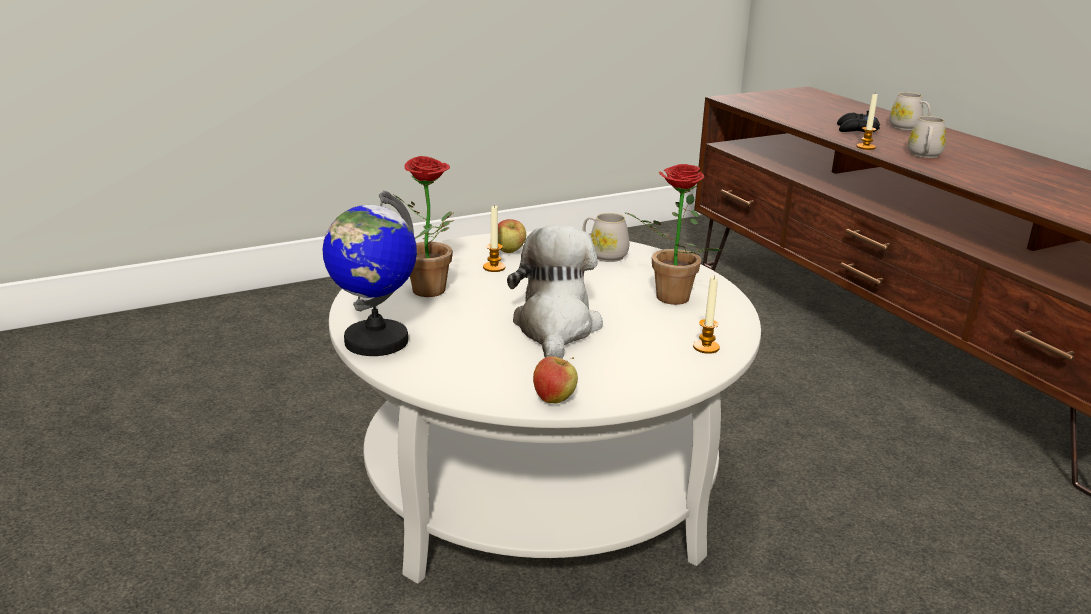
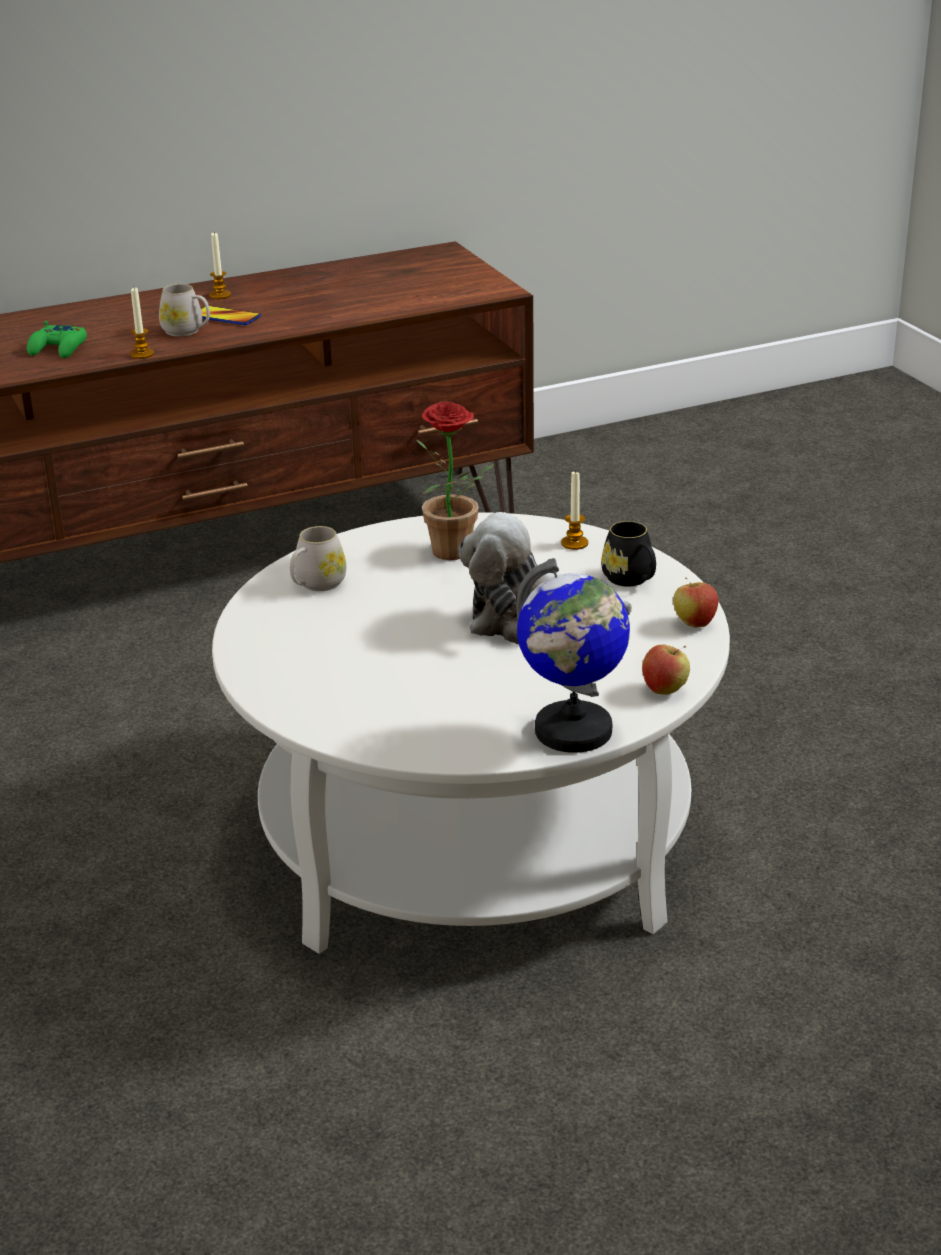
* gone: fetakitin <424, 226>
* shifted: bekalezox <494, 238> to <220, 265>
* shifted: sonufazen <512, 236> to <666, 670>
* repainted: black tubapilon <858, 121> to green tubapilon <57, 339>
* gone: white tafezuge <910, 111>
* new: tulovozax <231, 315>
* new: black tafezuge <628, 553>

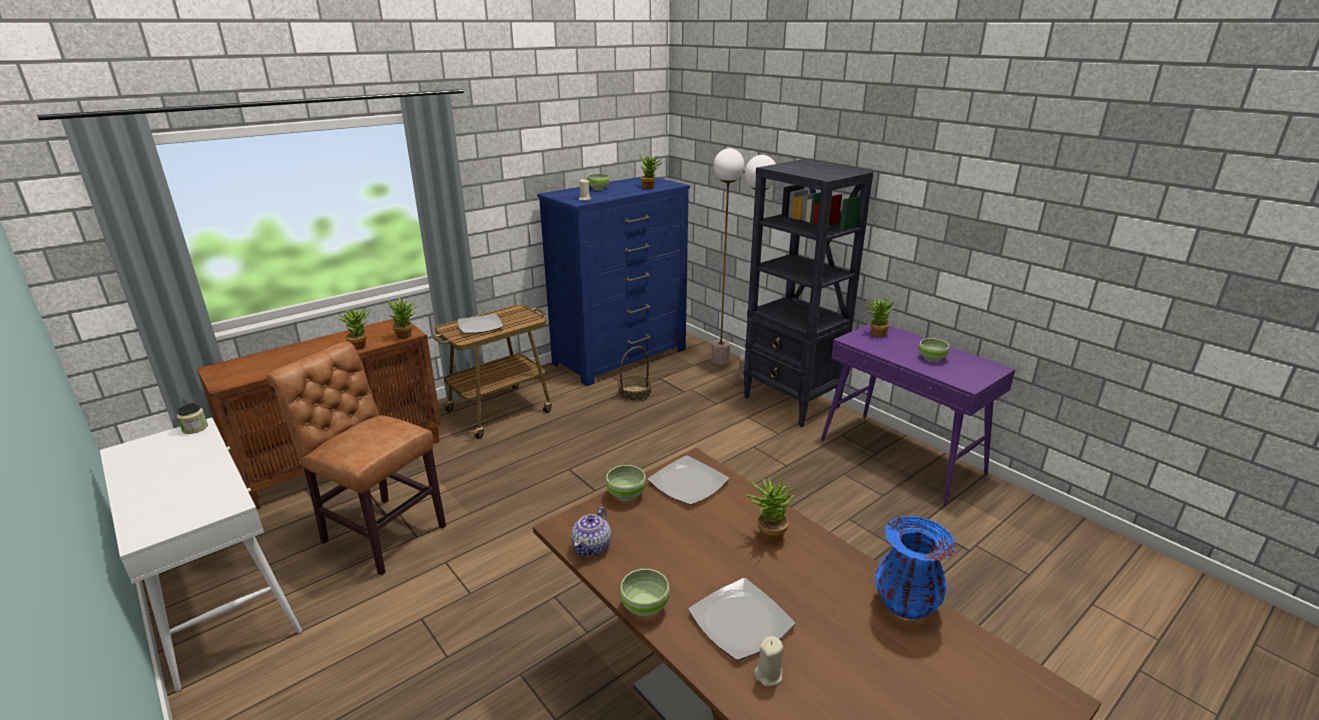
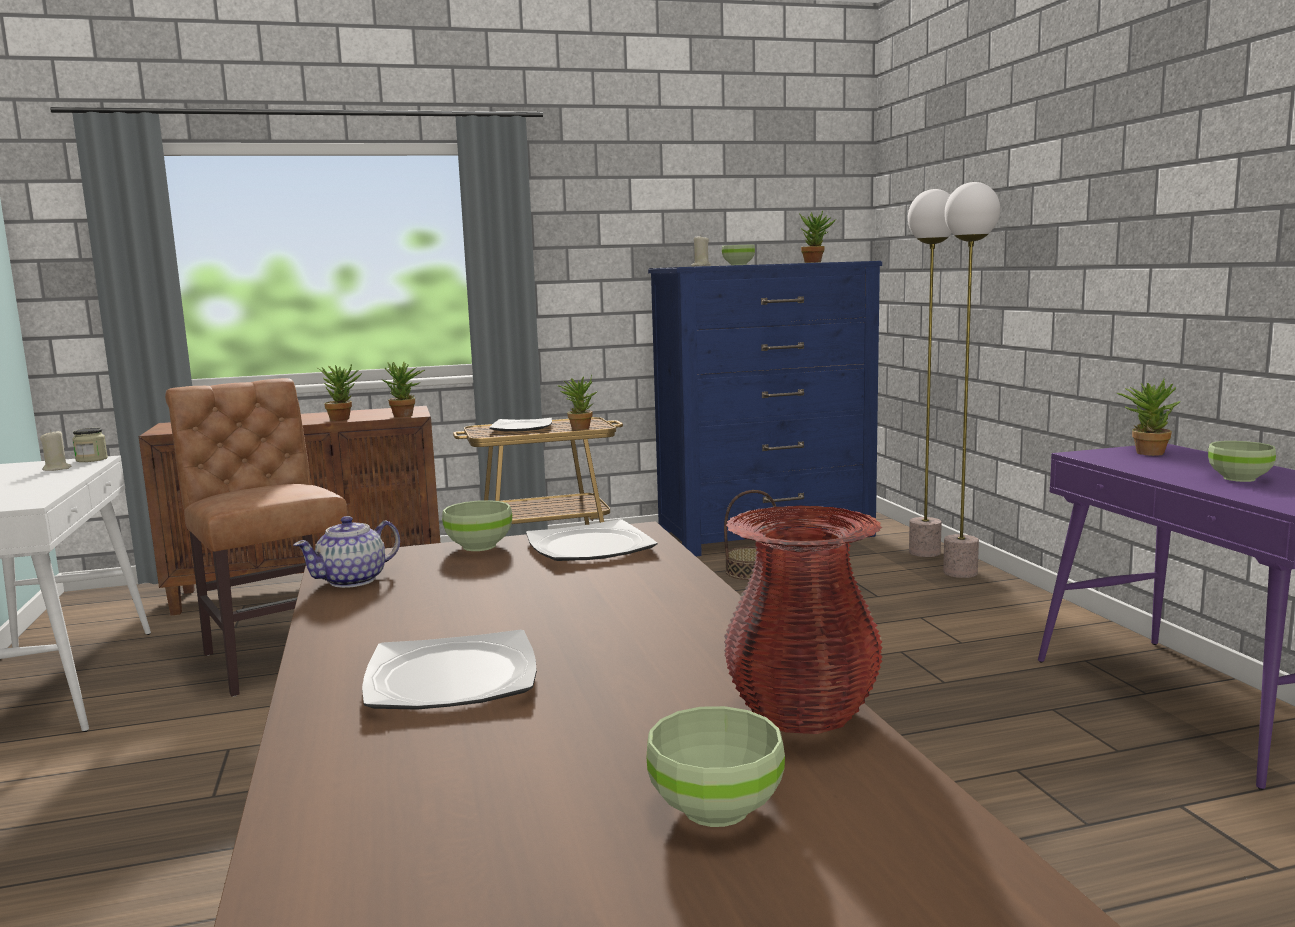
* shifted: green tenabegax <645, 592> to <715, 766>
* gone: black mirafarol <808, 293>
* shifted: fetakitin <770, 509> to <577, 402>
* shifted: beige bekalezox <768, 661> to <55, 450>
* repainted: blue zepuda <915, 568> to red zepuda <803, 620>

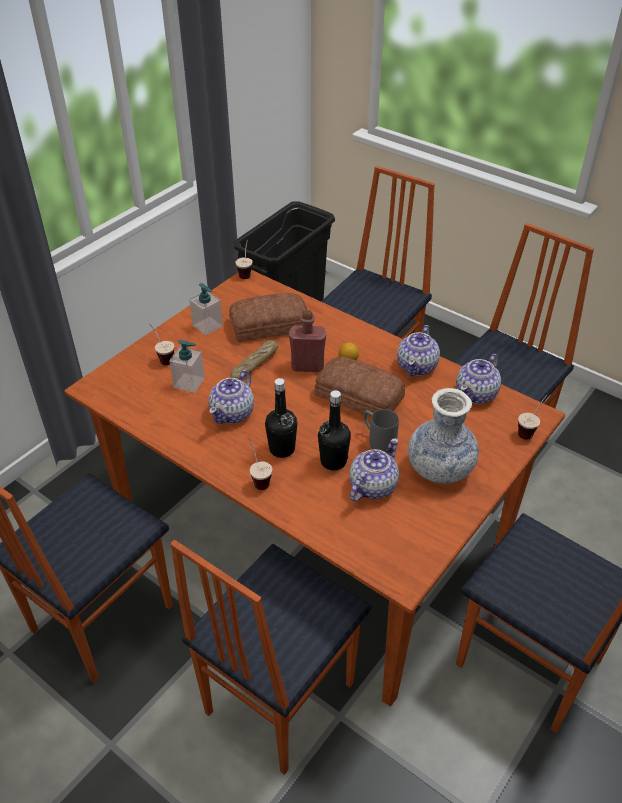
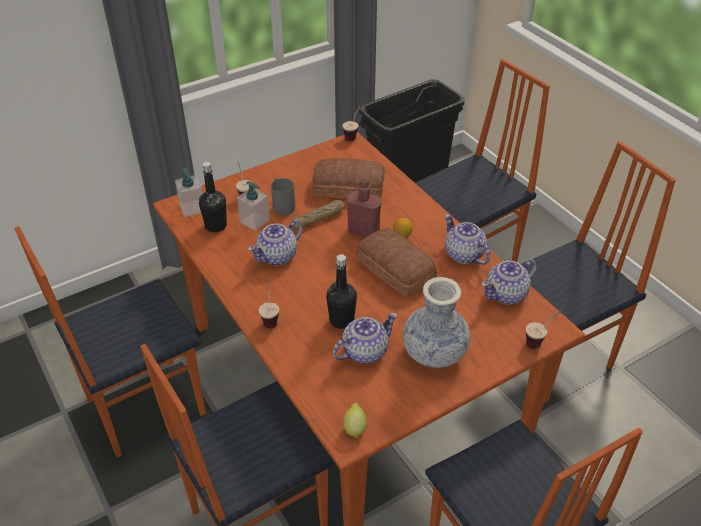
* shifted: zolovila <206, 309> to <188, 192>
* shifted: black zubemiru <281, 418> to <213, 197>
* shifted: grey tafezuge <381, 430> to <283, 196>
* rotated: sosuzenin <418, 350> = <467, 239> 105 degrees clockwise
* new: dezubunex <355, 420>

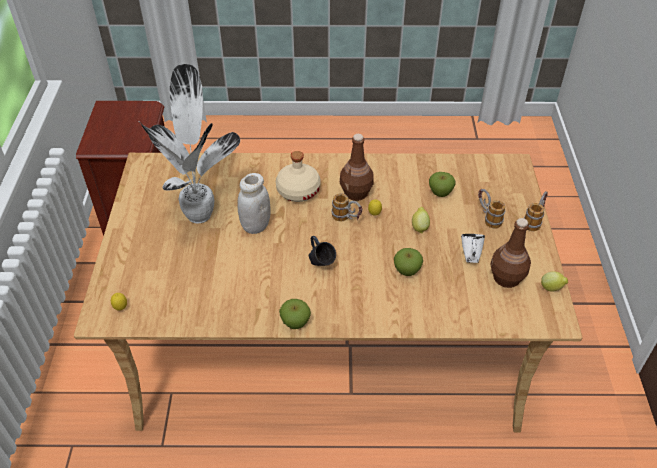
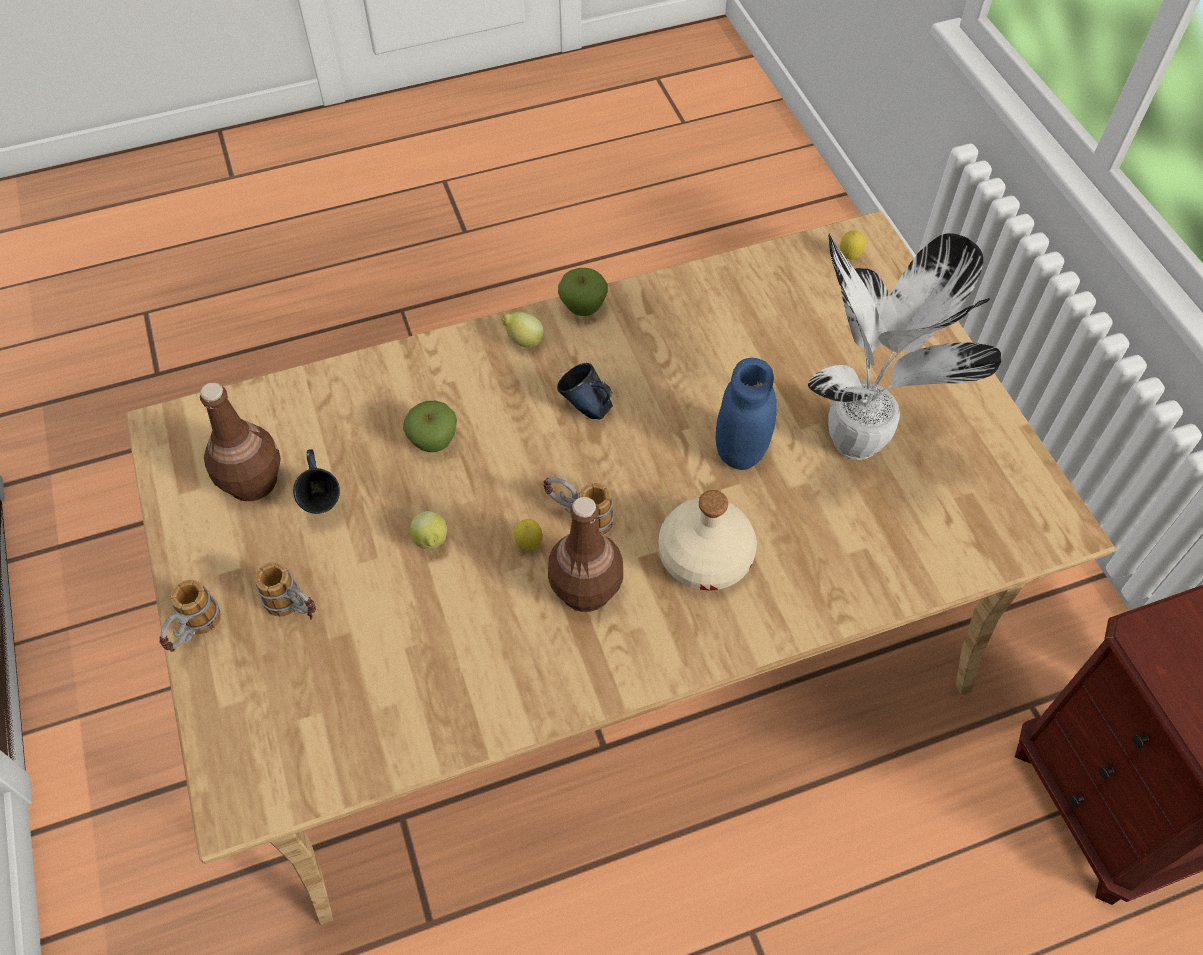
* repainted: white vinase <254, 203> to blue vinase <746, 414>
* gone: sonufazen <442, 184>
* repainted: white tafezuge <473, 248> to blue tafezuge <316, 481>
* shifted: dezubunex <554, 281> to <522, 330>

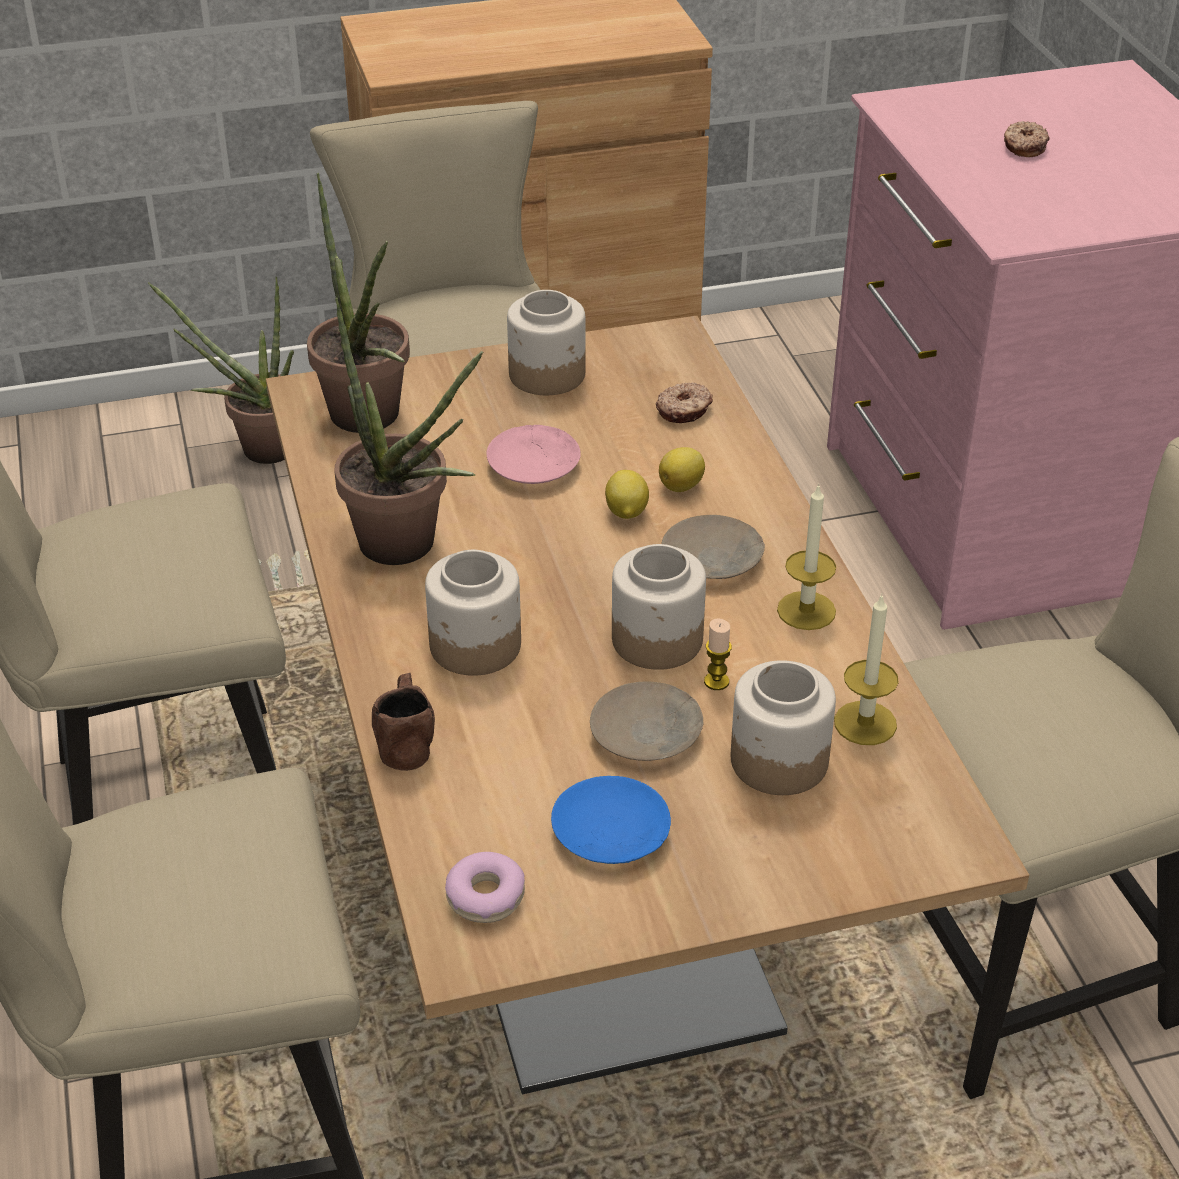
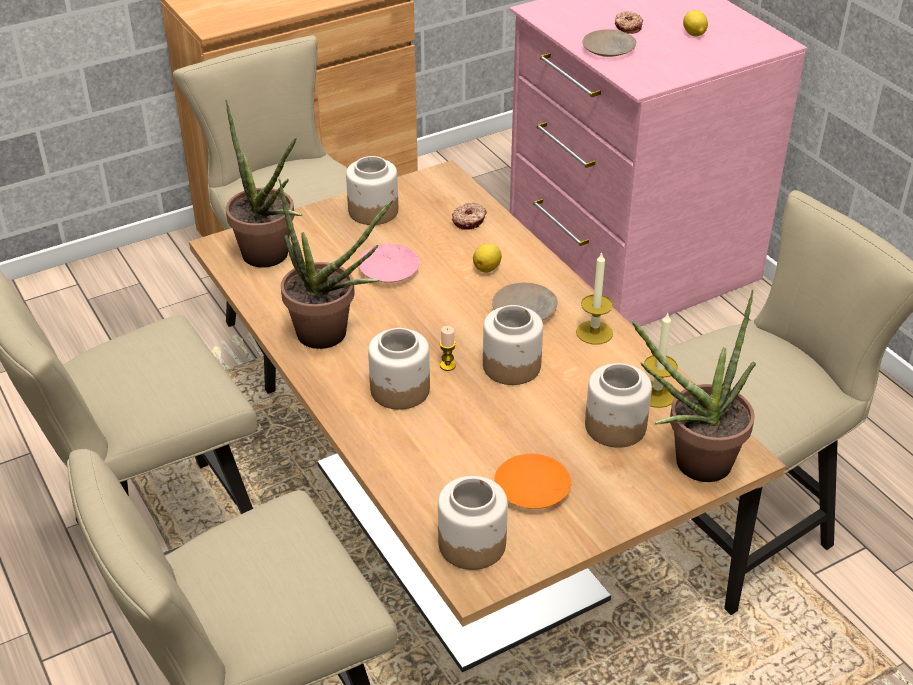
* shifted: fetakitin <221, 370> to <694, 386>
* gone: brown tafezuge <403, 722>
* swapped: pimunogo <485, 887> to vinase <473, 523>
* repainted: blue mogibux <611, 820> to orange mogibux <533, 481>
* shifted: beige mogibux <646, 721> to <609, 43>
* shifted: dezubunex <627, 494> to <695, 23>
* shifted: bekalezox <718, 654> to <448, 348>

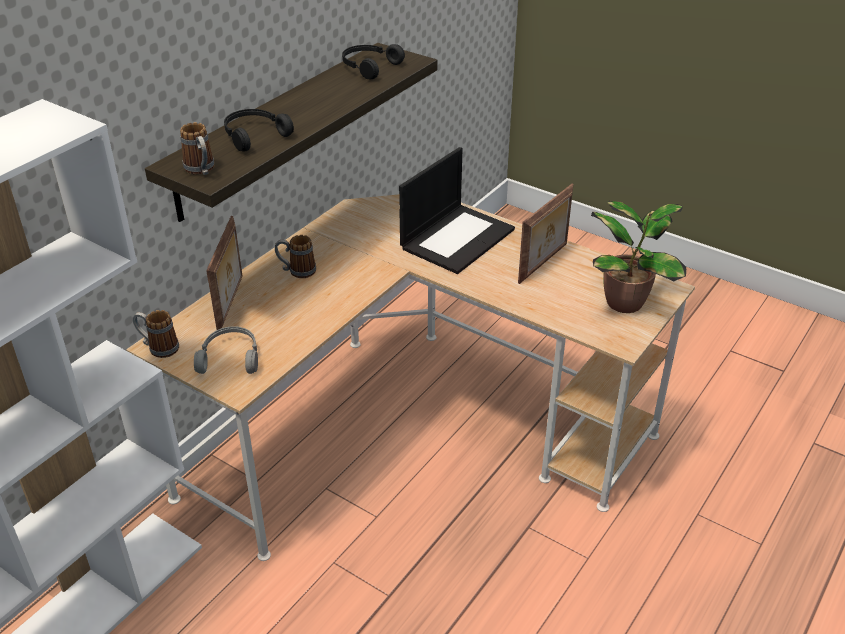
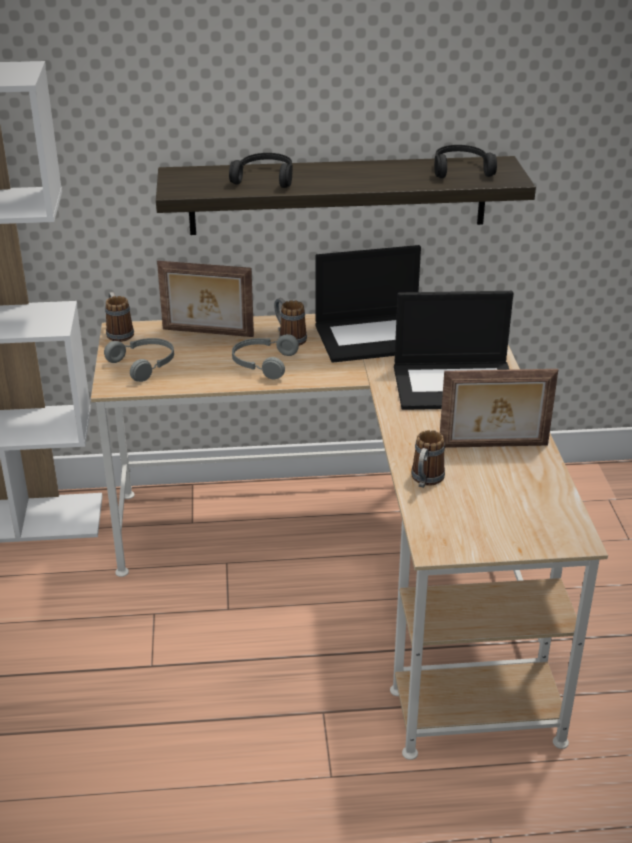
* shifted: tafezuge <197, 148> to <428, 459>
* rotated: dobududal <224, 273> = <205, 299> 45 degrees clockwise
* gone: fetakitin <638, 257>
* new: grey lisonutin <265, 357>
* new: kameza <368, 304>

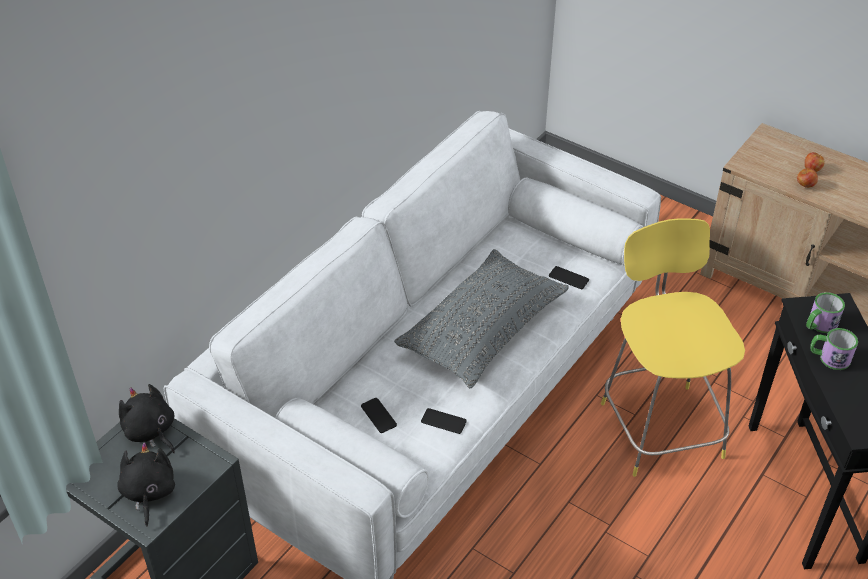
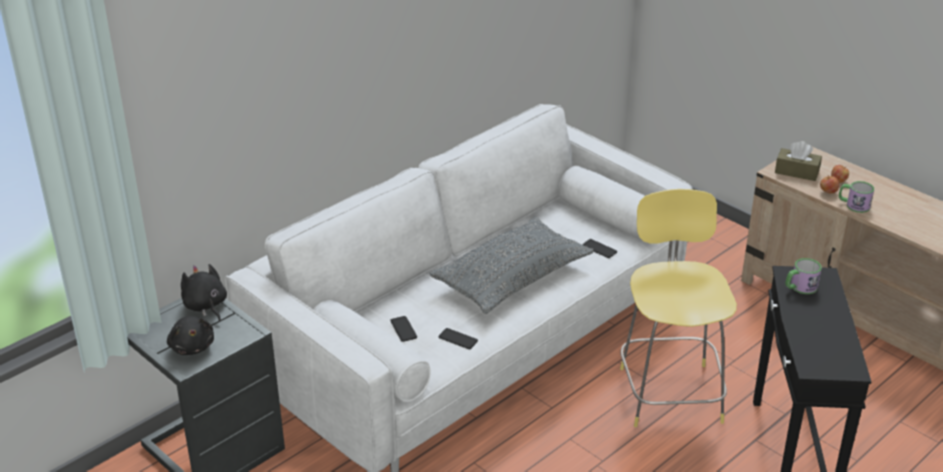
* rotated: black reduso <146, 484> = <190, 335> 150 degrees clockwise
* shifted: tafezuge <834, 349> to <856, 197>
* new: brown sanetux <798, 161>

